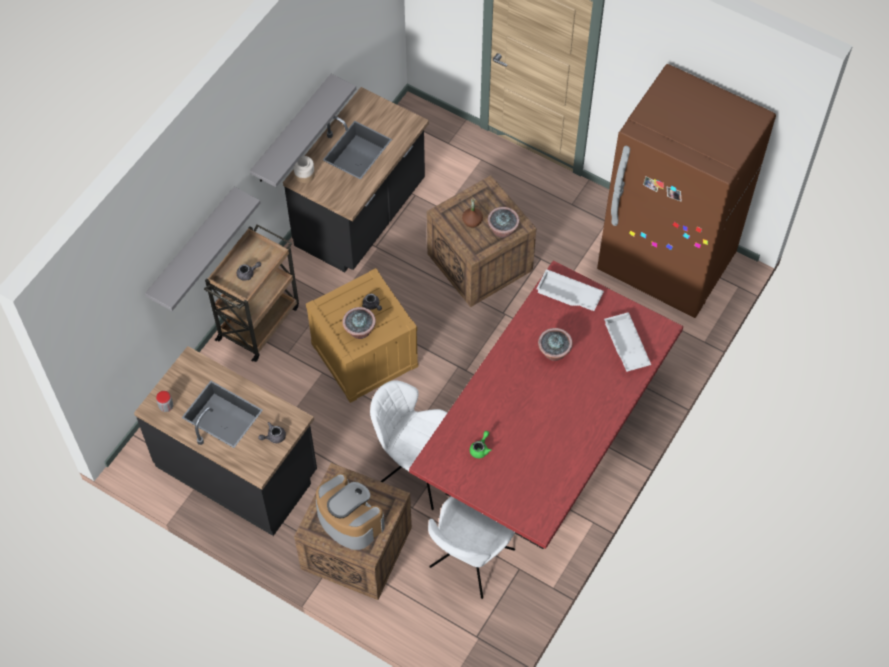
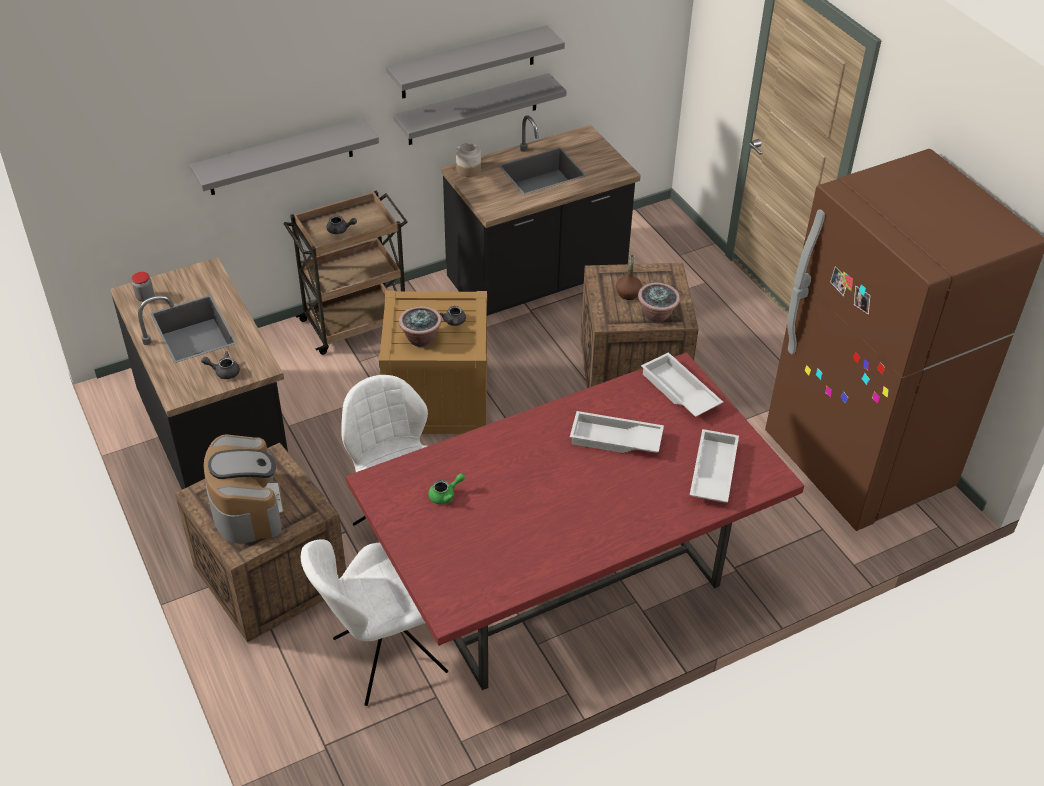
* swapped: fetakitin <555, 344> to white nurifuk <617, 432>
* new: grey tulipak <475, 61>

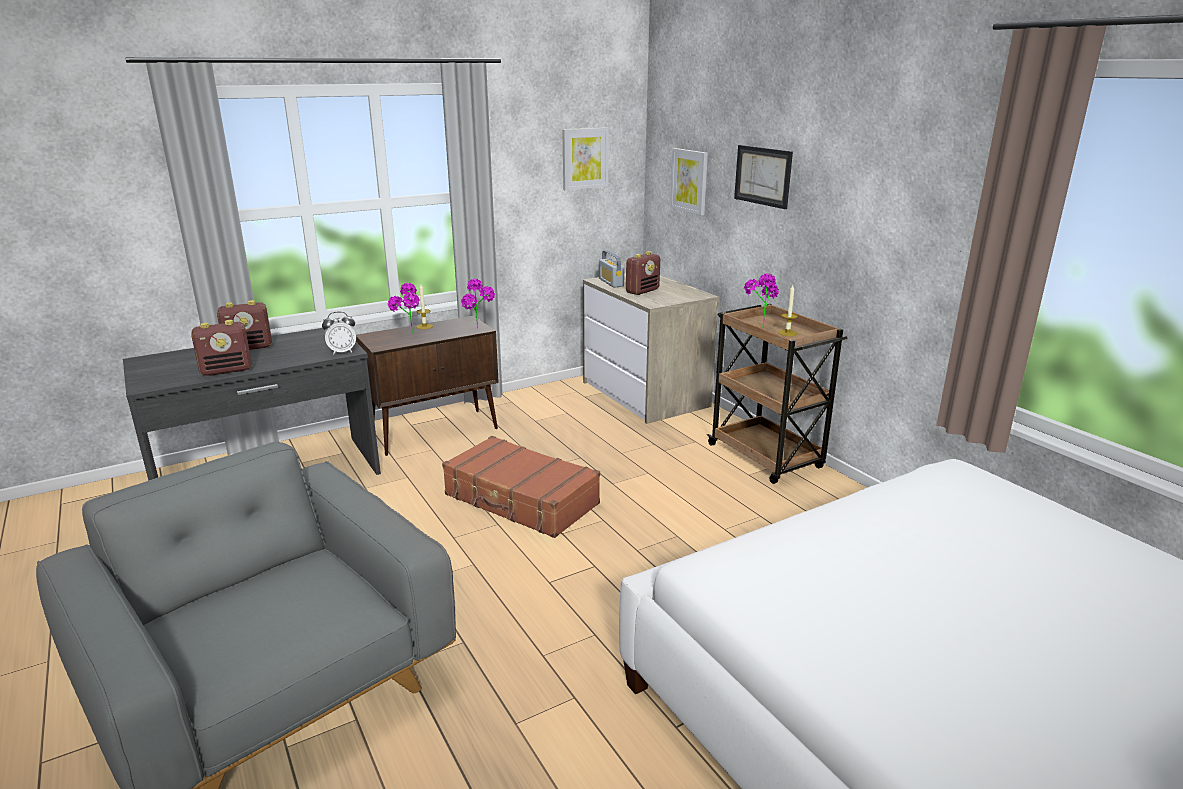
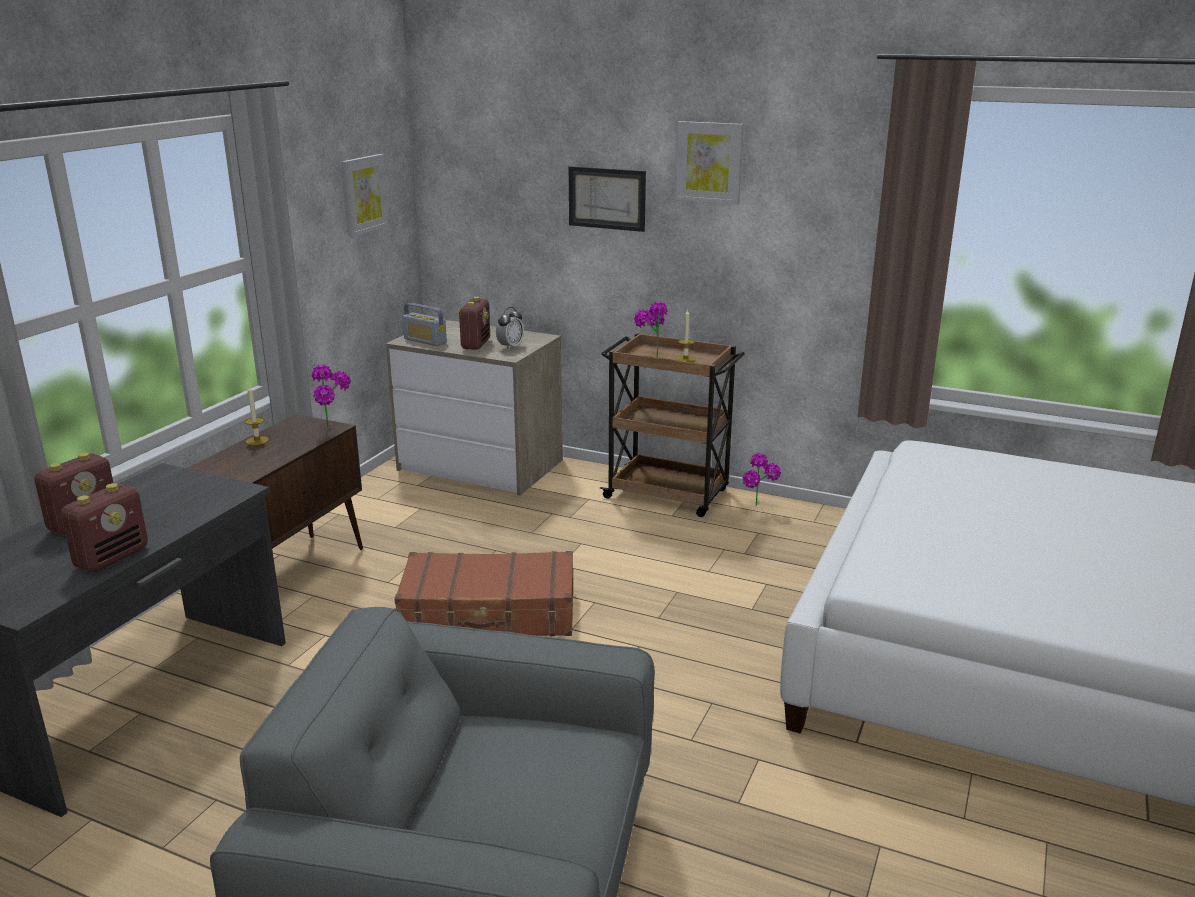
* shifted: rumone <339, 333> to <510, 328>
* shifted: fetakitin <404, 308> to <761, 479>
* shifted: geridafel <689, 181> to <709, 163>

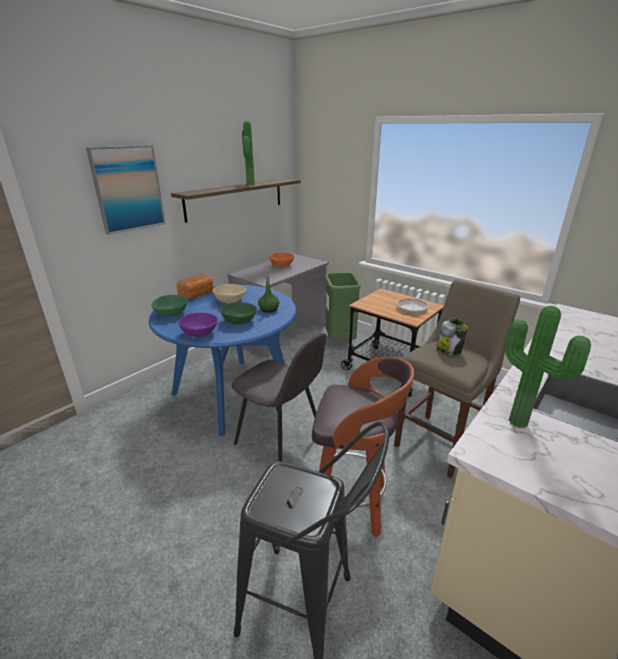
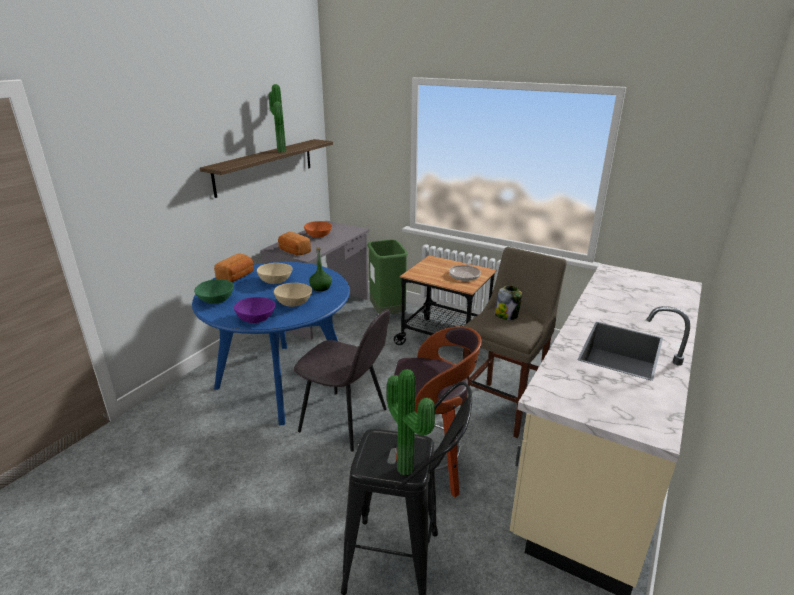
* gone: geridafel <126, 190>
* repainted: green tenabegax <238, 313> to beige tenabegax <293, 295>
* shifted: fetakitin <548, 367> to <411, 422>
* new: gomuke <294, 244>

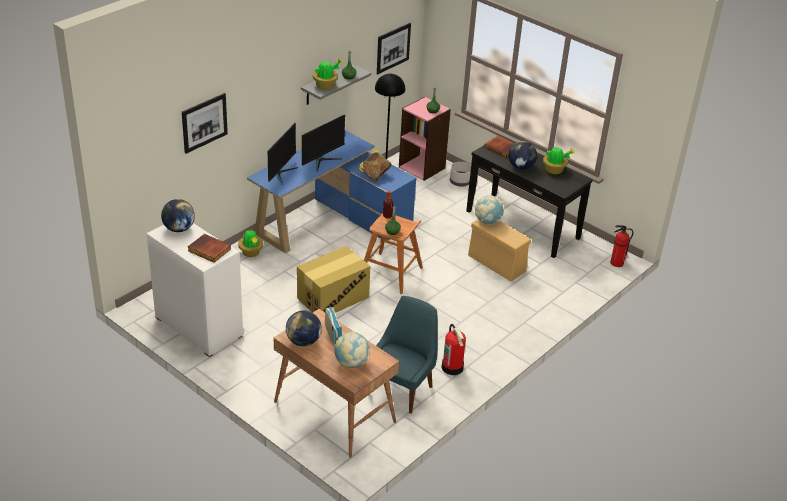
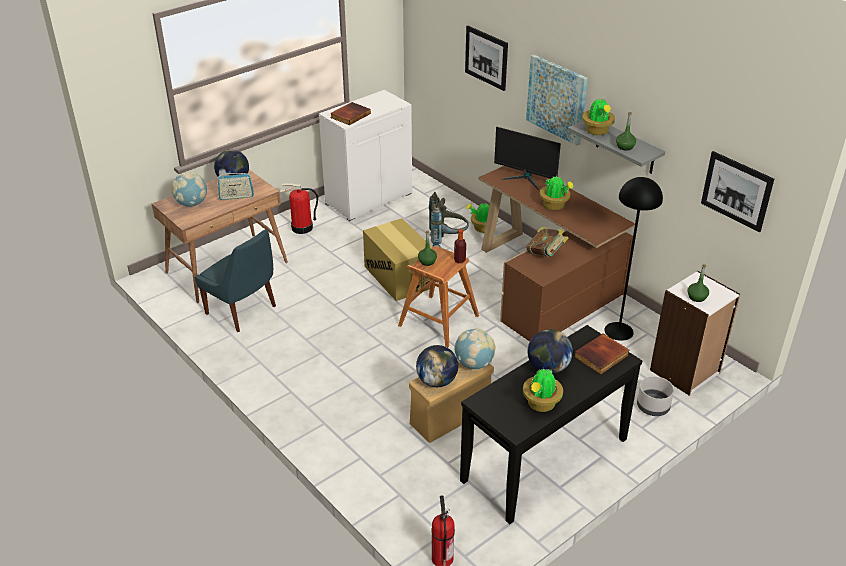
* shifted: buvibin <178, 215> to <437, 366>
* repainted: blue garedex <332, 191> to brown garedex <556, 254>
* swapped: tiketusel <323, 143> to fetakitin <557, 192>
* repainted: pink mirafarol <425, 138> to white mirafarol <695, 333>
* shifted: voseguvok <453, 349> to <298, 208>
* new: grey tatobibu <449, 220>
* new: geridafel <557, 100>

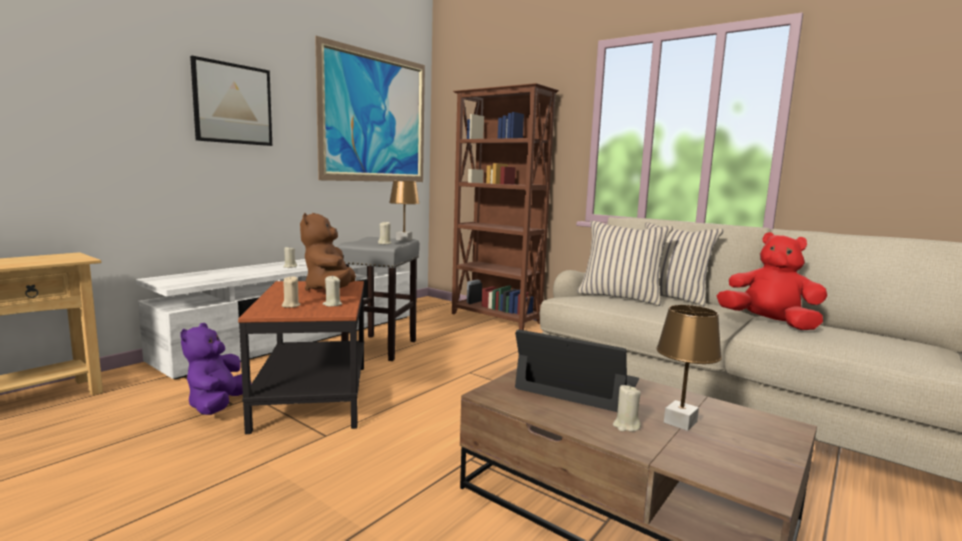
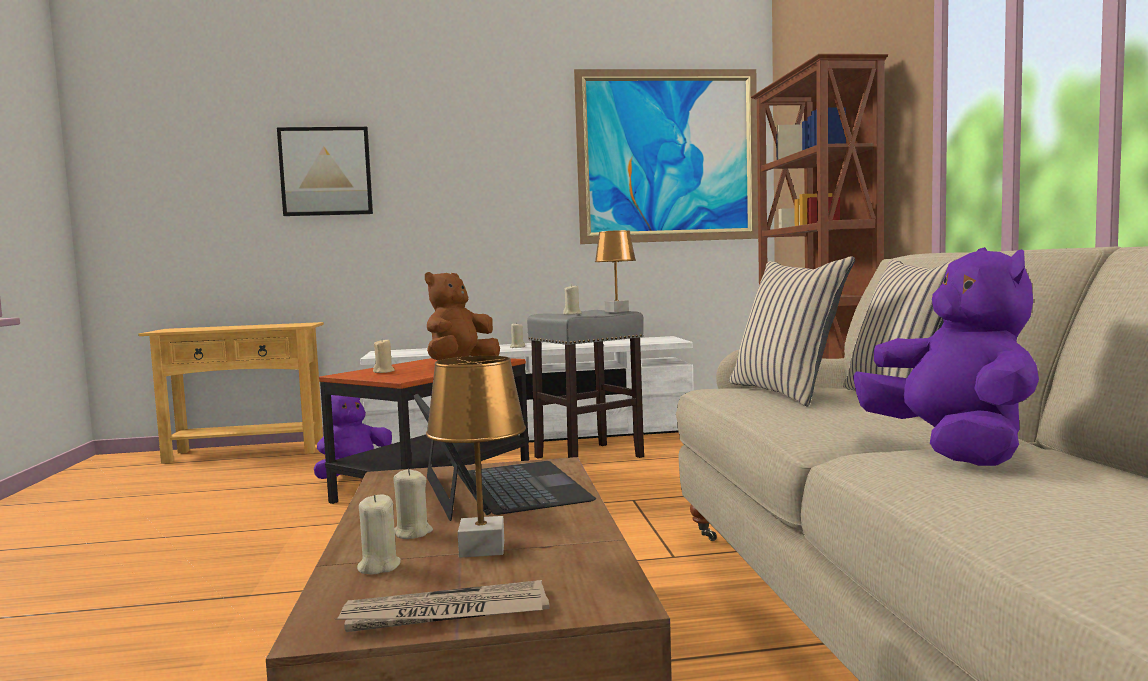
* shifted: geridafel <231, 101> to <325, 171>
* shifted: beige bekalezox <332, 291> to <379, 535>
* repainted: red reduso <772, 281> to purple reduso <946, 356>
* new: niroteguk <443, 606>

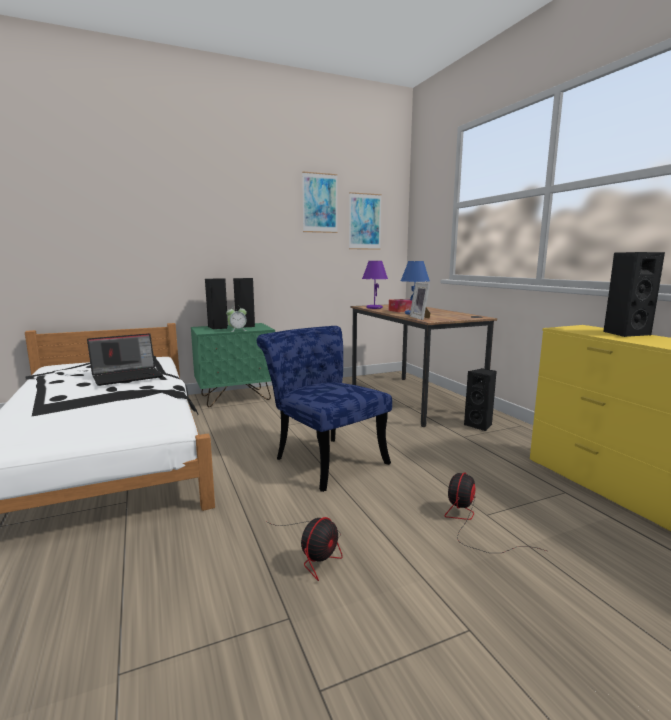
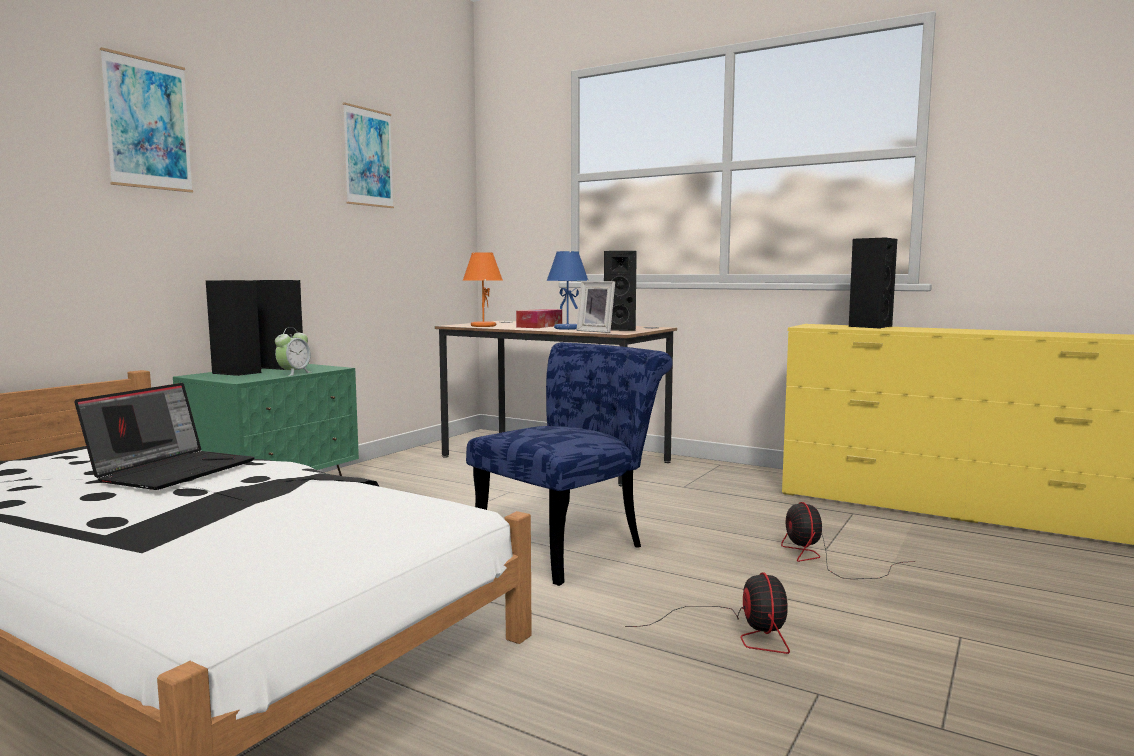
* rotated: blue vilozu <324, 409> = <569, 464> 120 degrees clockwise
* shifted: geridafel <365, 221> to <146, 120>
* repainted: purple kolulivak <375, 285> to orange kolulivak <483, 289>
* shifted: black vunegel <480, 399> to <620, 291>

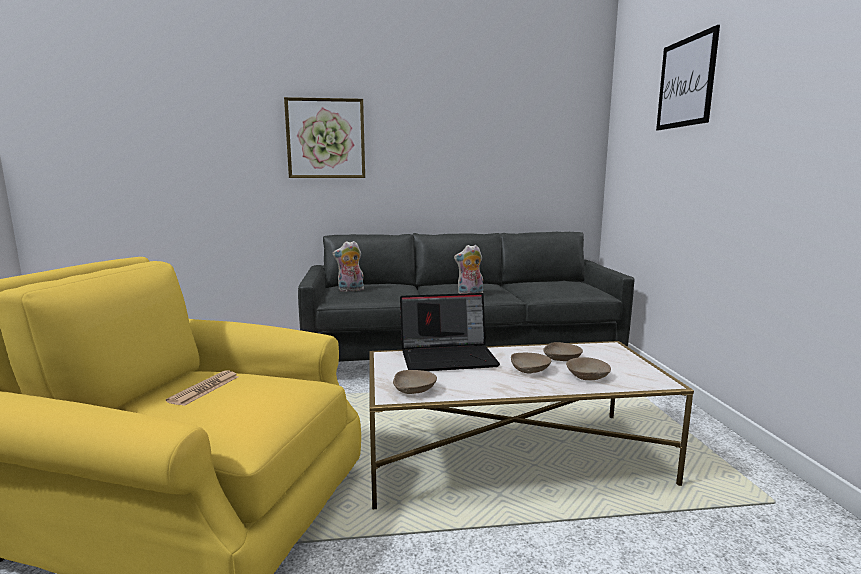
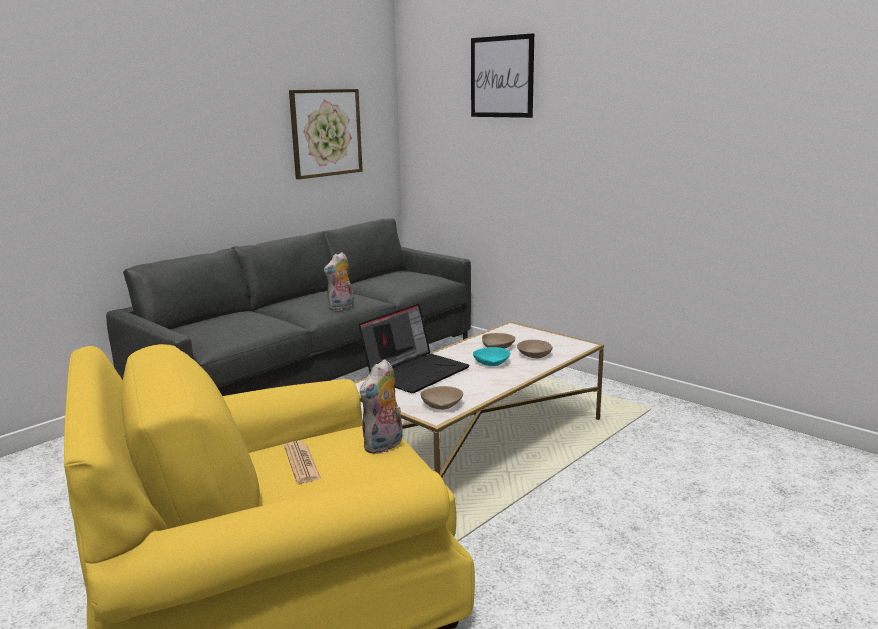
* shifted: geridafel <324, 137> to <326, 134>
* shifted: reduso <348, 266> to <381, 406>
* repainted: beige tenabegax <531, 363> to turquoise tenabegax <491, 356>

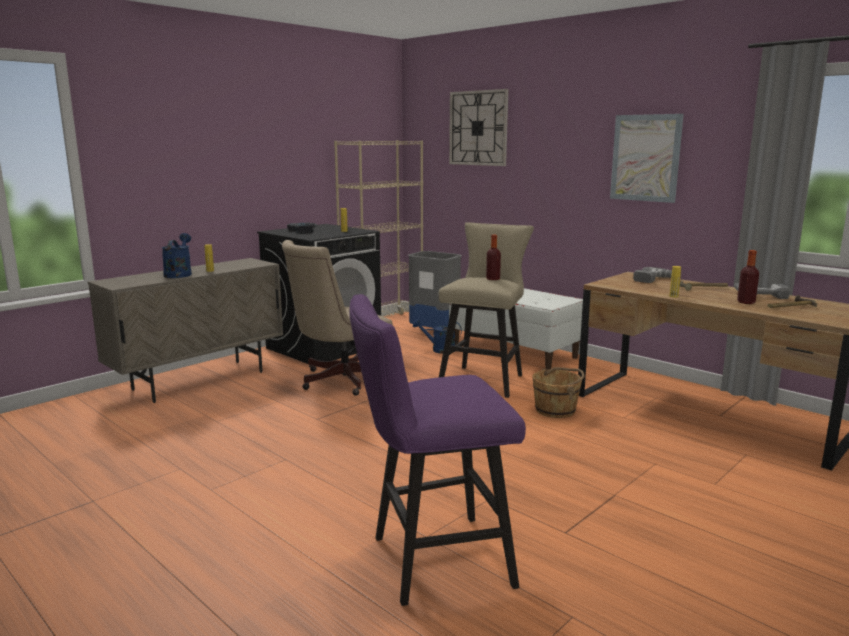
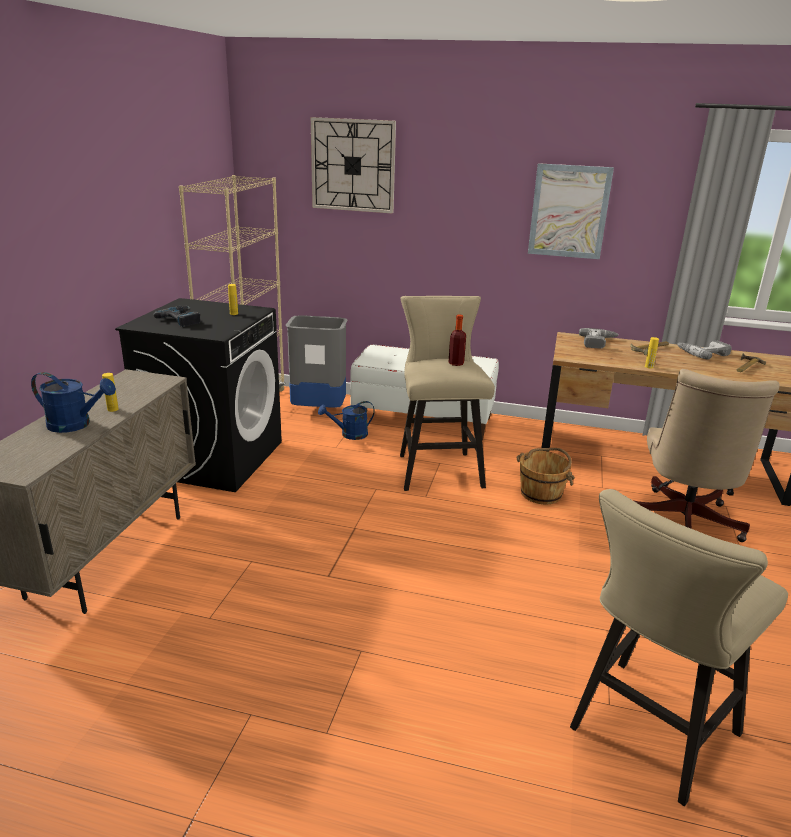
* rotated: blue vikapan <177, 255> = <73, 402> 135 degrees clockwise
* shifted: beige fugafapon <337, 318> to <706, 455>
* repainted: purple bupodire <437, 450> to beige bupodire <679, 647>
* gone: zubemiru <748, 277>

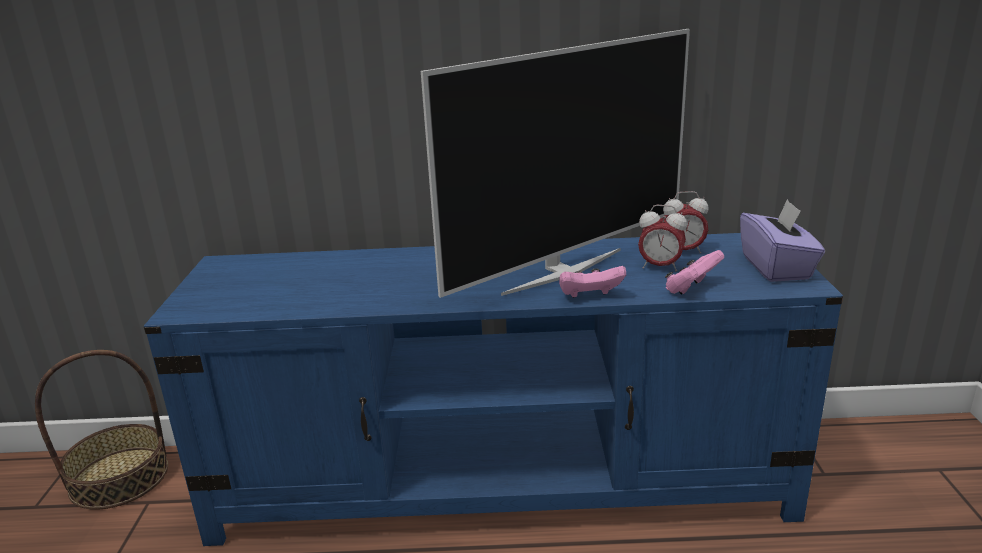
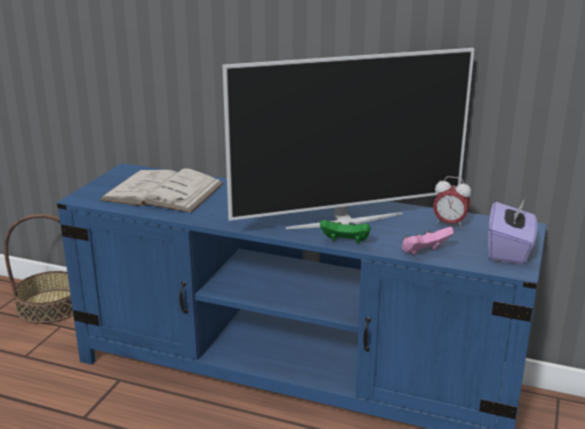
* repainted: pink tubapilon <592, 282> to green tubapilon <345, 231>
* gone: rumone <662, 238>
* new: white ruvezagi <162, 190>

